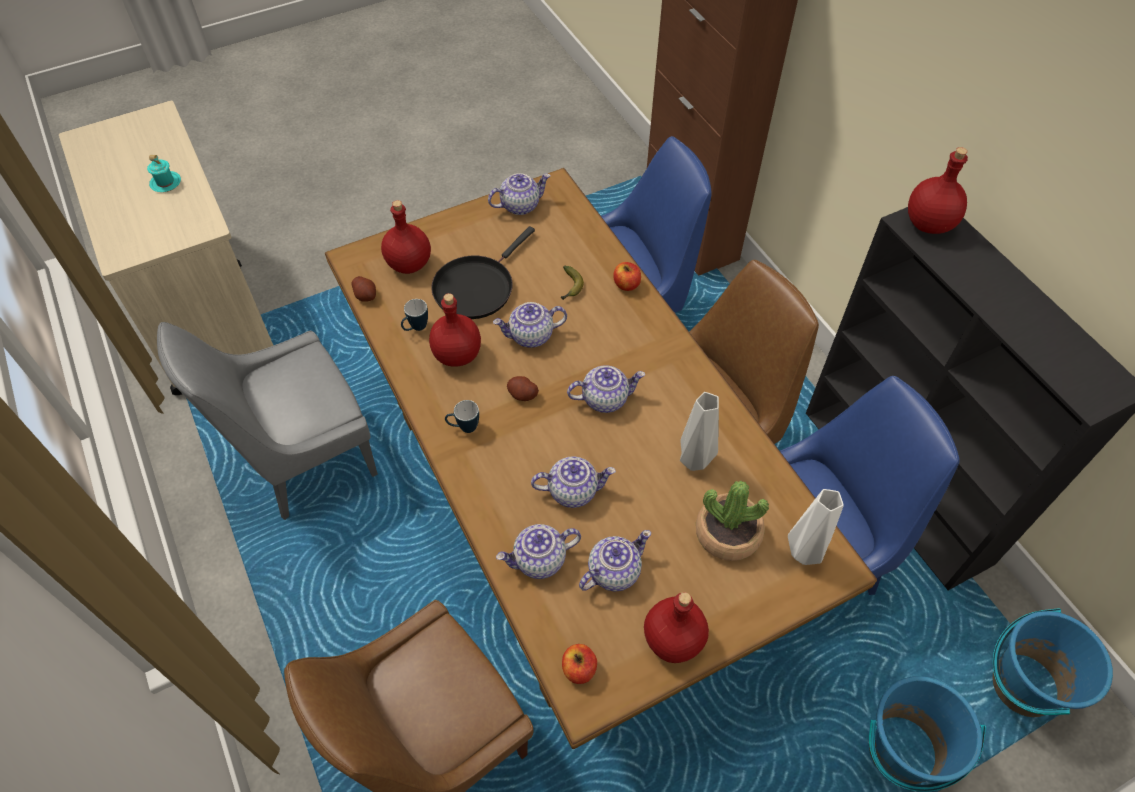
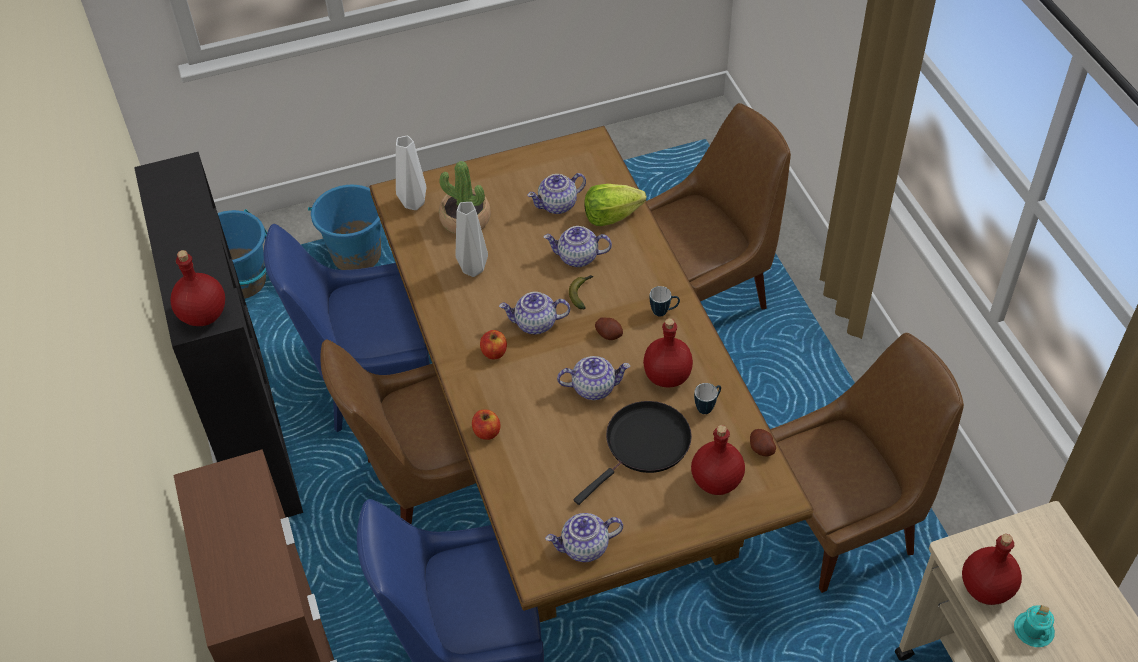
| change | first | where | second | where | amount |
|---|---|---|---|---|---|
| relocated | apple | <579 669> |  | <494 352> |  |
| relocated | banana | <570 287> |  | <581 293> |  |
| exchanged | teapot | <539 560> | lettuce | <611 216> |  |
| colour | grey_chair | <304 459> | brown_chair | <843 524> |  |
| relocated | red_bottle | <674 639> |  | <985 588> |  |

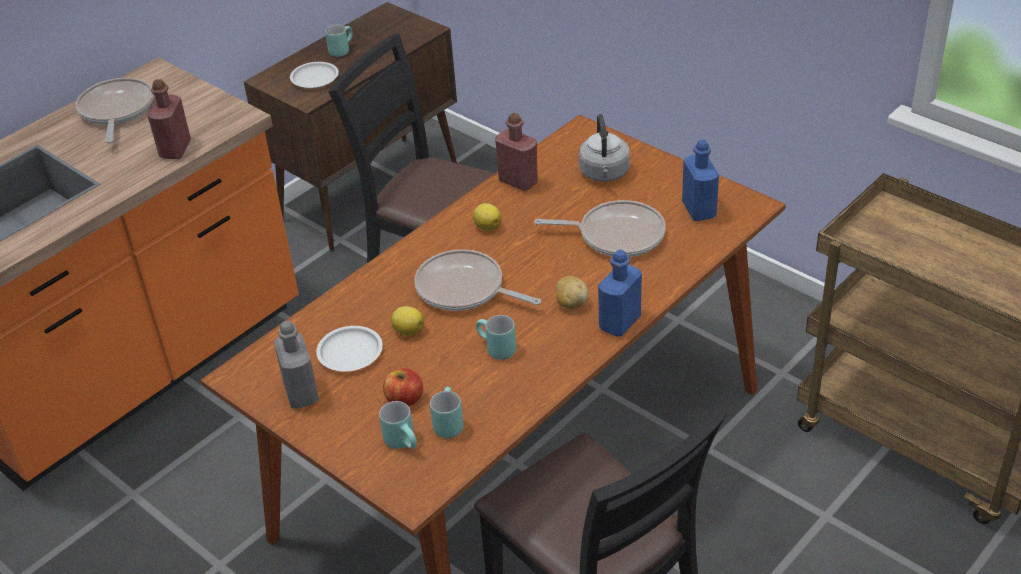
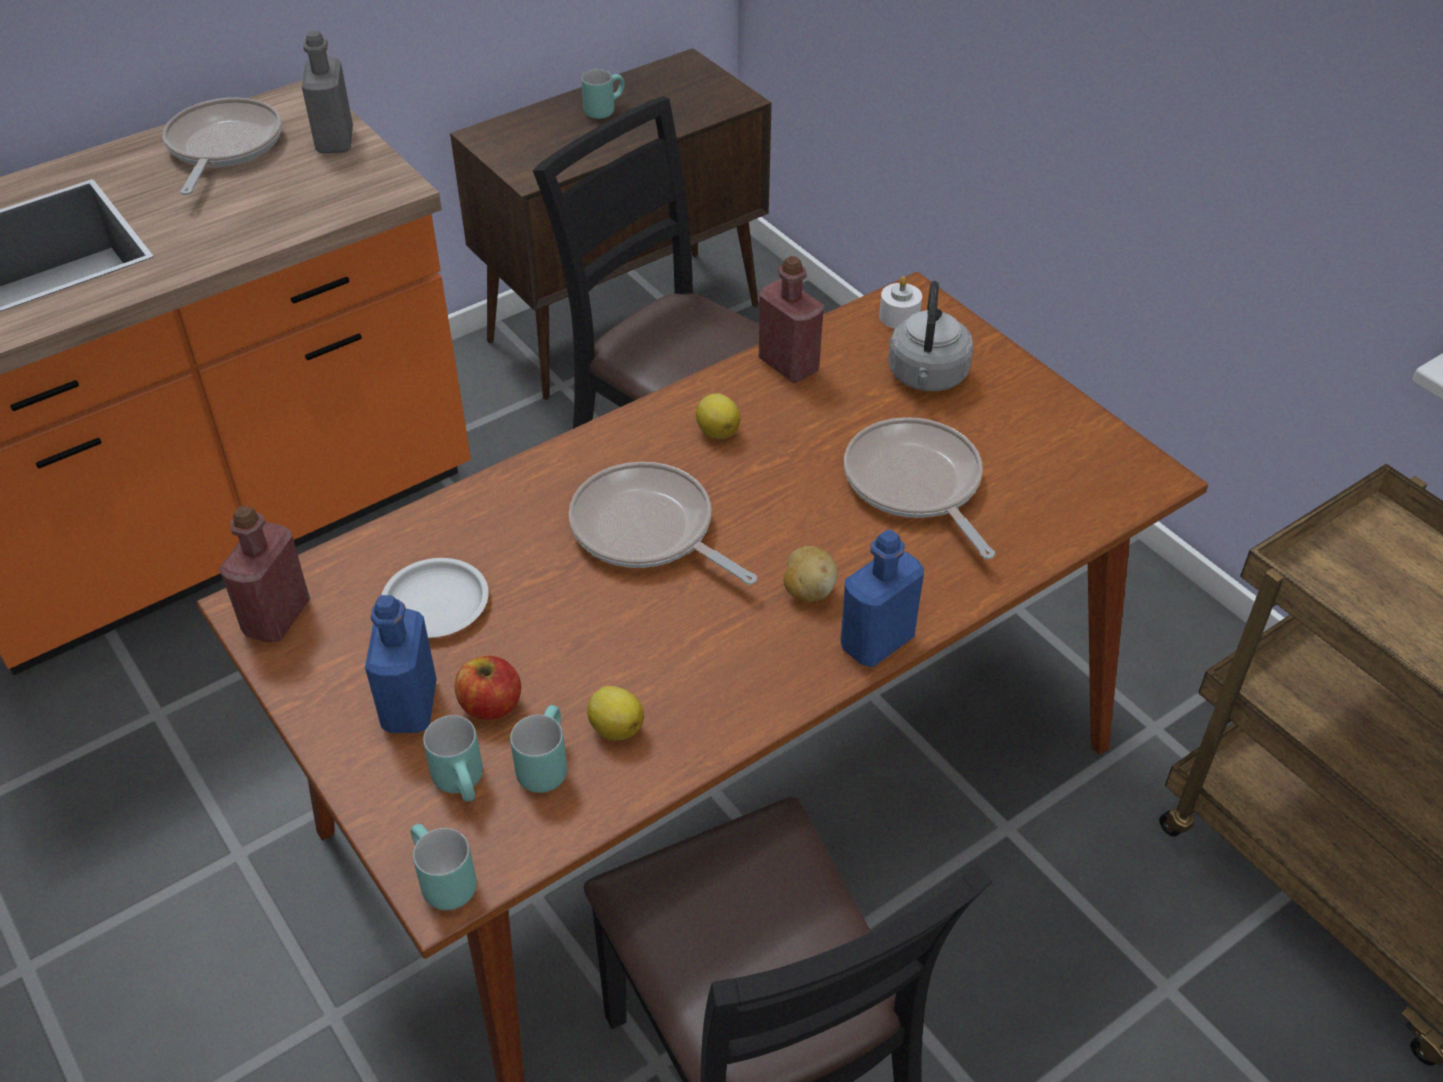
| change | first | where | second | where | amount |
|---|---|---|---|---|---|
| relocated | red_bottle | <175 149> |  | <277 617> |  |
| relocated | grey_bottle | <301 393> |  | <335 140> |  |
| relocated | blue_bottle | <699 210> |  | <410 706> |  |
| relocated | turquoise_mug | <495 350> |  | <439 882> |  |
| relocated | lemon | <408 331> |  | <615 727> |  |
| spun | frying_pan | <616 235> |  | <916 485> | 135 degrees counterclockwise |
| appeared |  |  | white_candle | <899 316> |  |
| missing | white_plate | <314 78> |  |  |  |

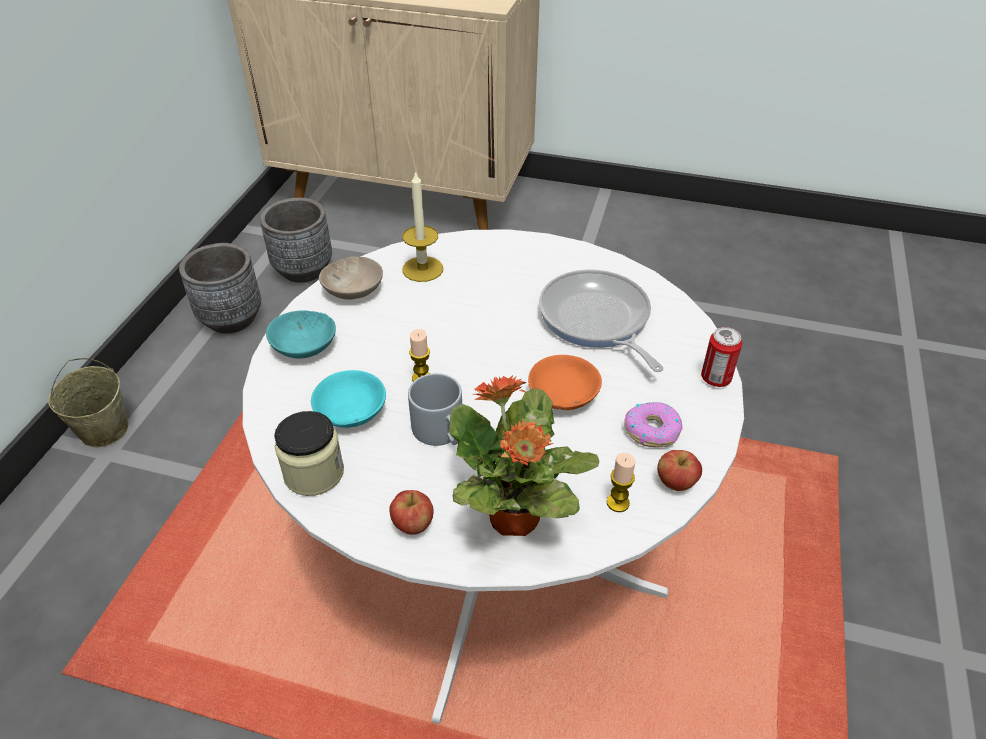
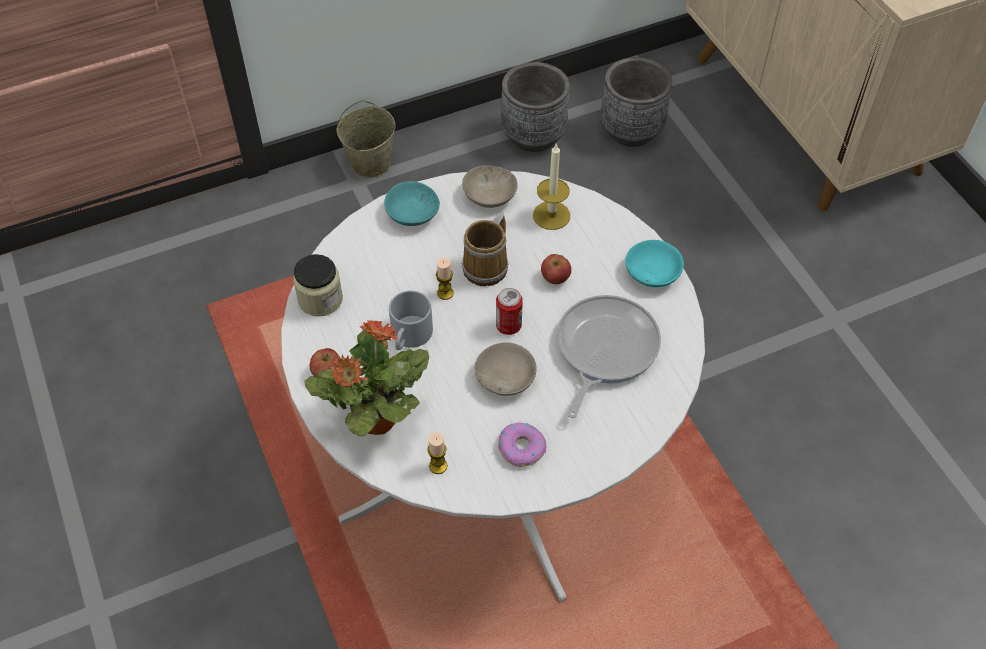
| change | first | where | second | where | amount |
|---|---|---|---|---|---|
| appeared |  |  | mug | <488 266> |  |
| colour | orange_bowl | <564 393> | beige_bowl | <507 378> |  |
| relocated | can | <715 378> |  | <508 326> |  |
| relocated | apple | <675 482> |  | <555 278> |  |
| relocated | turquoise_bowl | <352 410> |  | <654 273> |  |

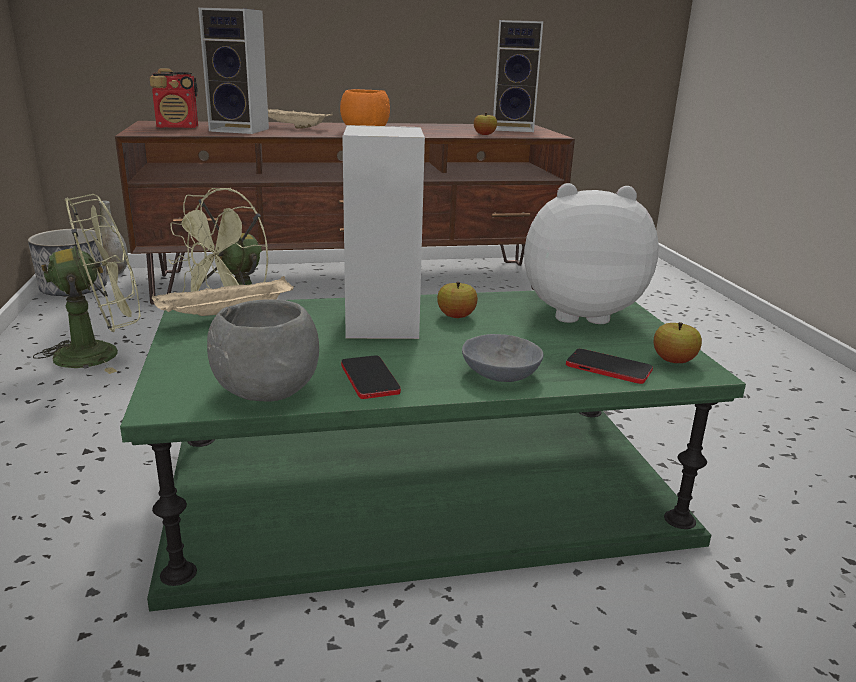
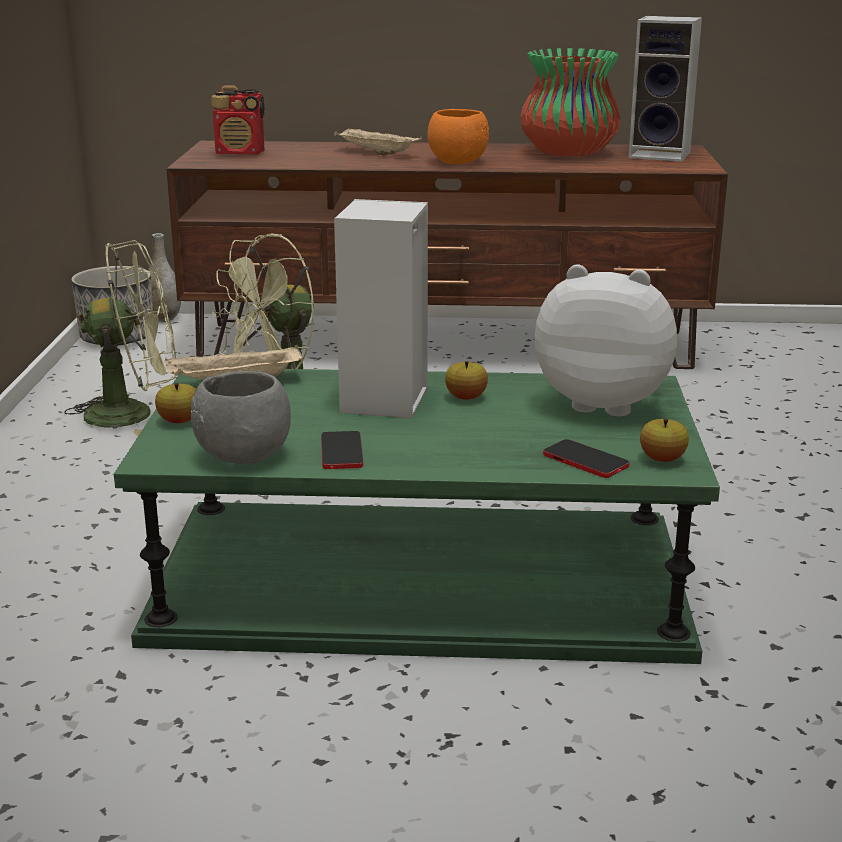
| change | first | where | second | where | amount |
|---|---|---|---|---|---|
| relocated | apple | <484 135> |  | <179 421> |  |
| appeared |  |  | vase | <569 153> |  |
| missing | speaker | <242 130> |  |  |  |
| missing | grey_bowl | <498 374> |  |  |  |

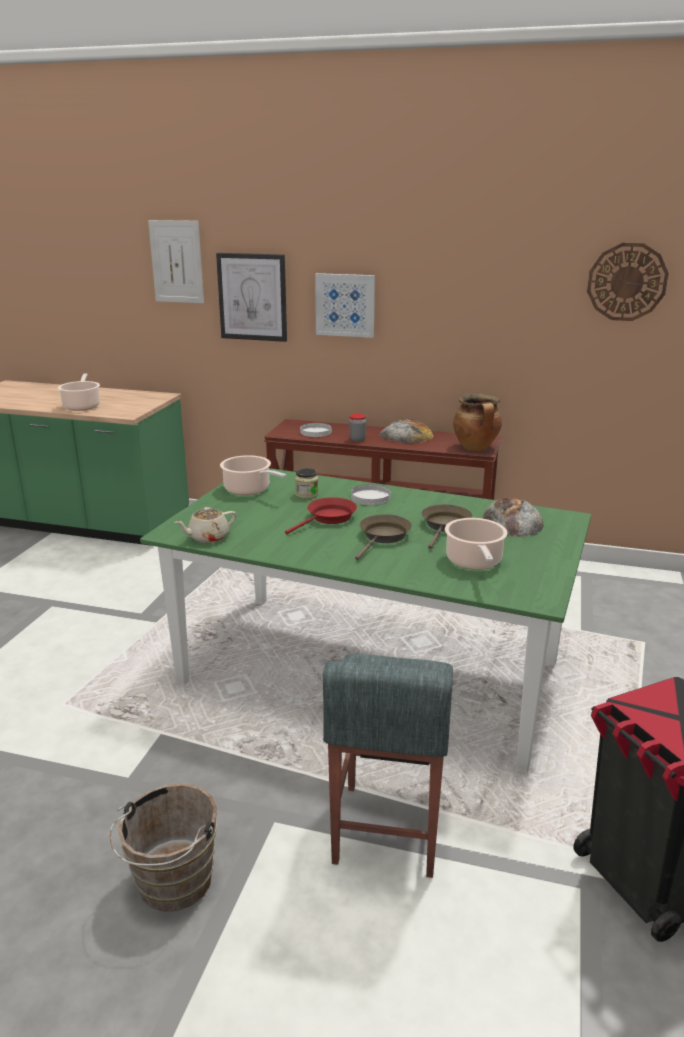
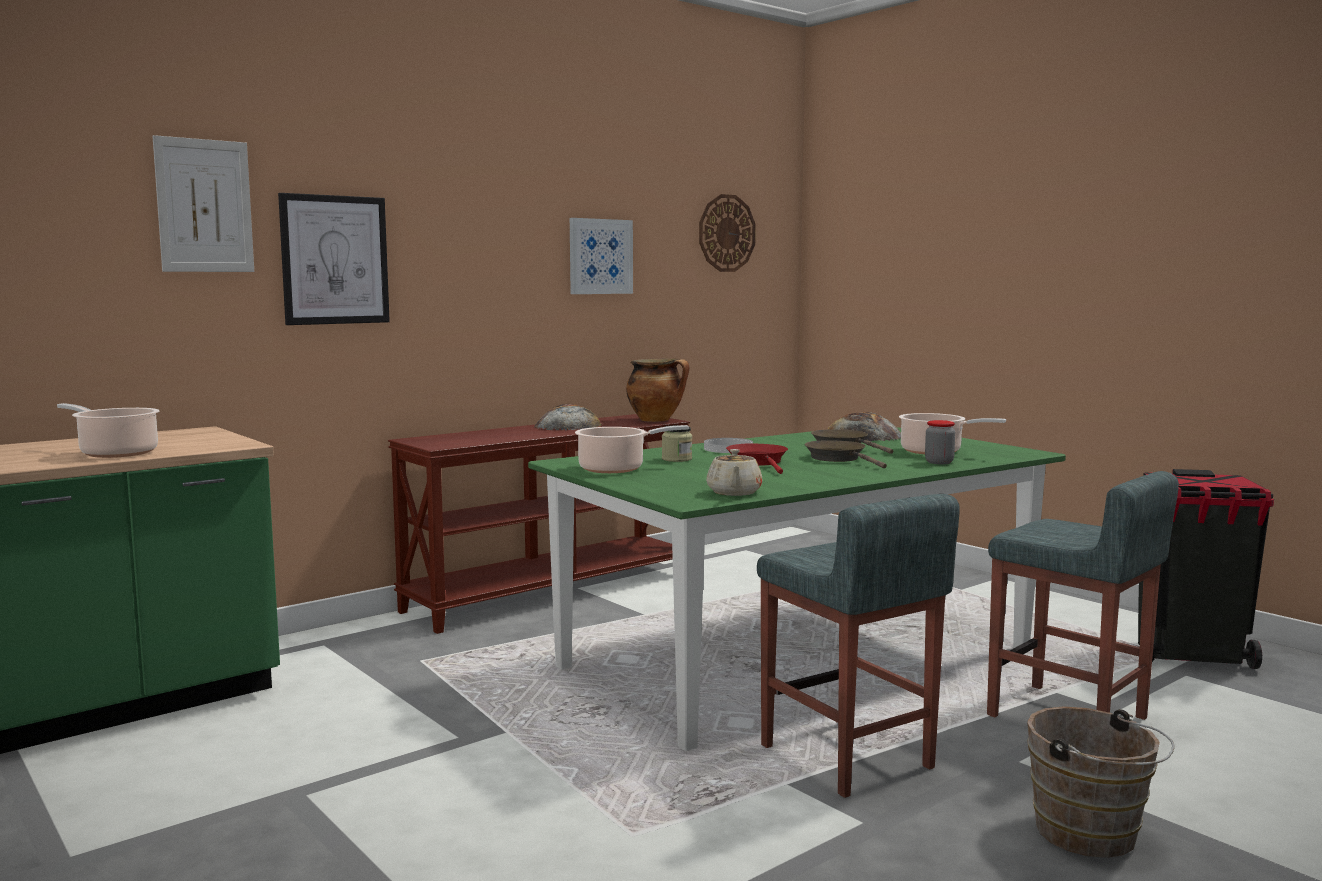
| change | first | where | second | where | amount |
|---|---|---|---|---|---|
| relocated | picture | <345 305> |  | <600 256> |  |
| appeared |  |  | grey_stool | <847 758> |  |
| relocated | jar | <357 439> |  | <939 462> |  |
| missing | white_plate | <315 432> |  |  |  |

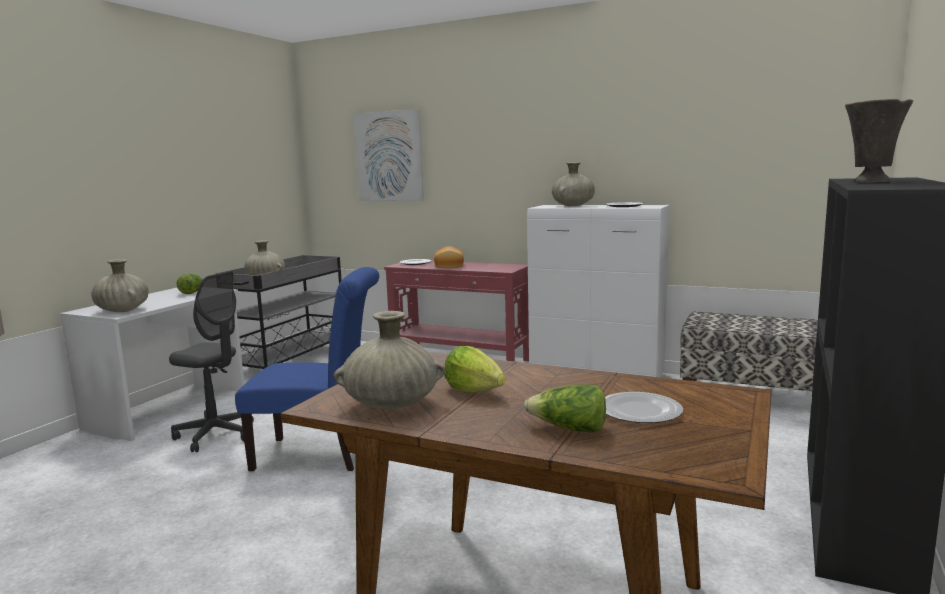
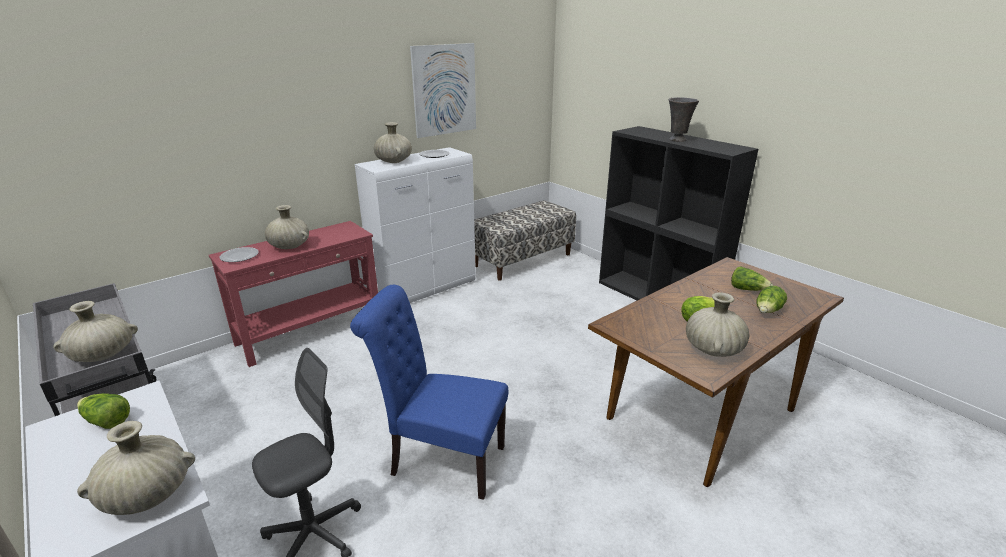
| change | first | where | second | where | amount |
|---|---|---|---|---|---|
| exchanged | bread | <450 266> | beige_vase | <289 246> |  |
| spun | blue_chair | <320 454> |  | <441 459> | 105 degrees counterclockwise |
| relocated | picture | <389 156> |  | <444 90> |  |
| exchanged | plate | <640 411> | lettuce | <747 289> |  |

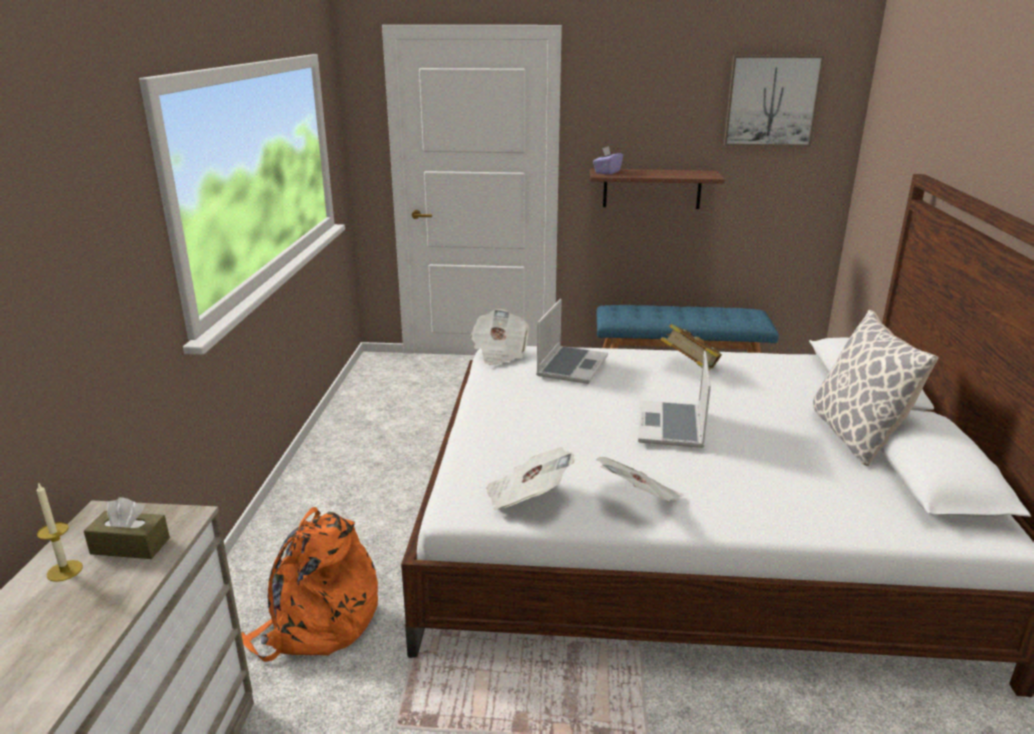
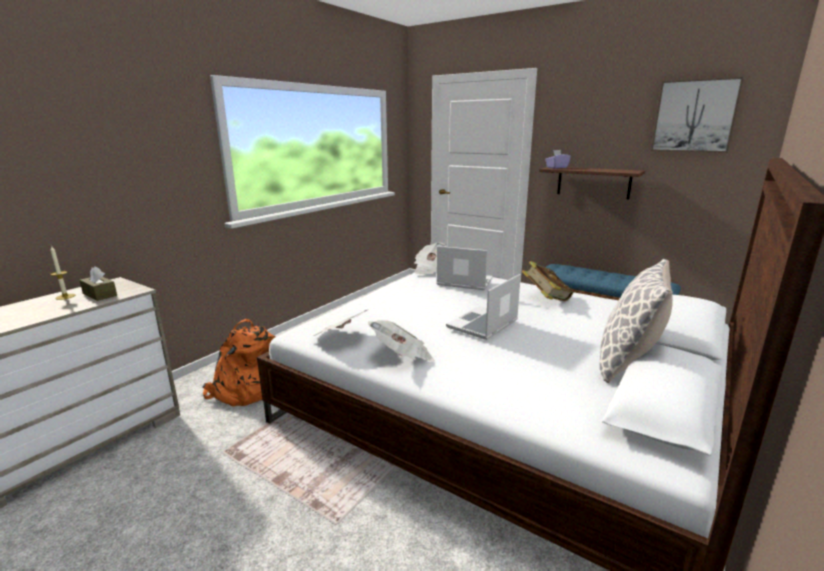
| change | first | where | second | where | amount |
|---|---|---|---|---|---|
| spun | laptop | <571 366> |  | <463 282> | 120 degrees counterclockwise |

